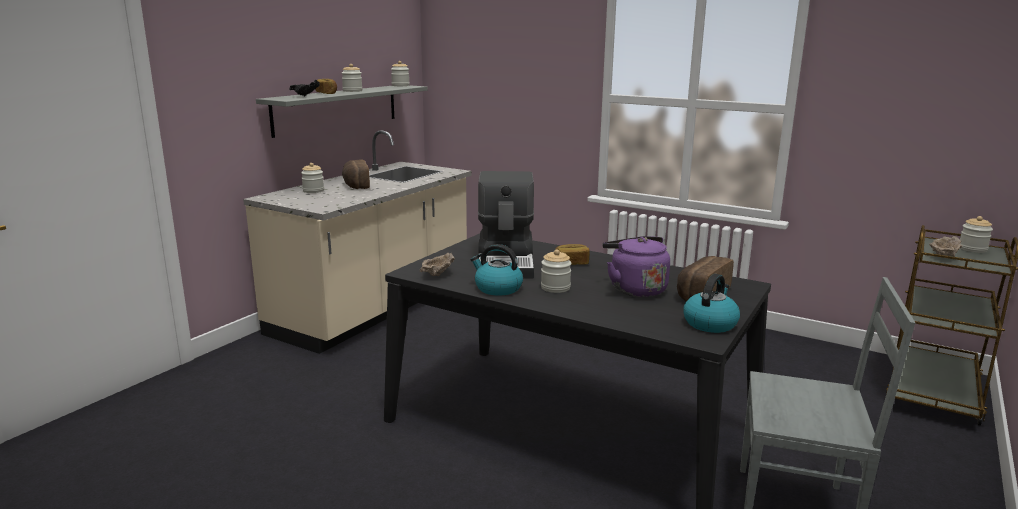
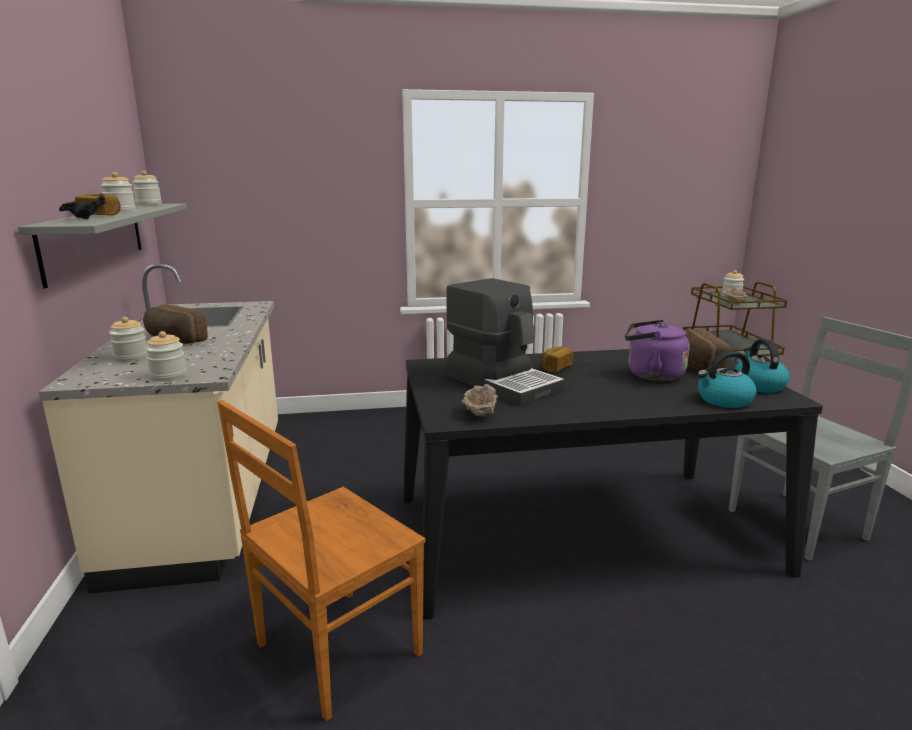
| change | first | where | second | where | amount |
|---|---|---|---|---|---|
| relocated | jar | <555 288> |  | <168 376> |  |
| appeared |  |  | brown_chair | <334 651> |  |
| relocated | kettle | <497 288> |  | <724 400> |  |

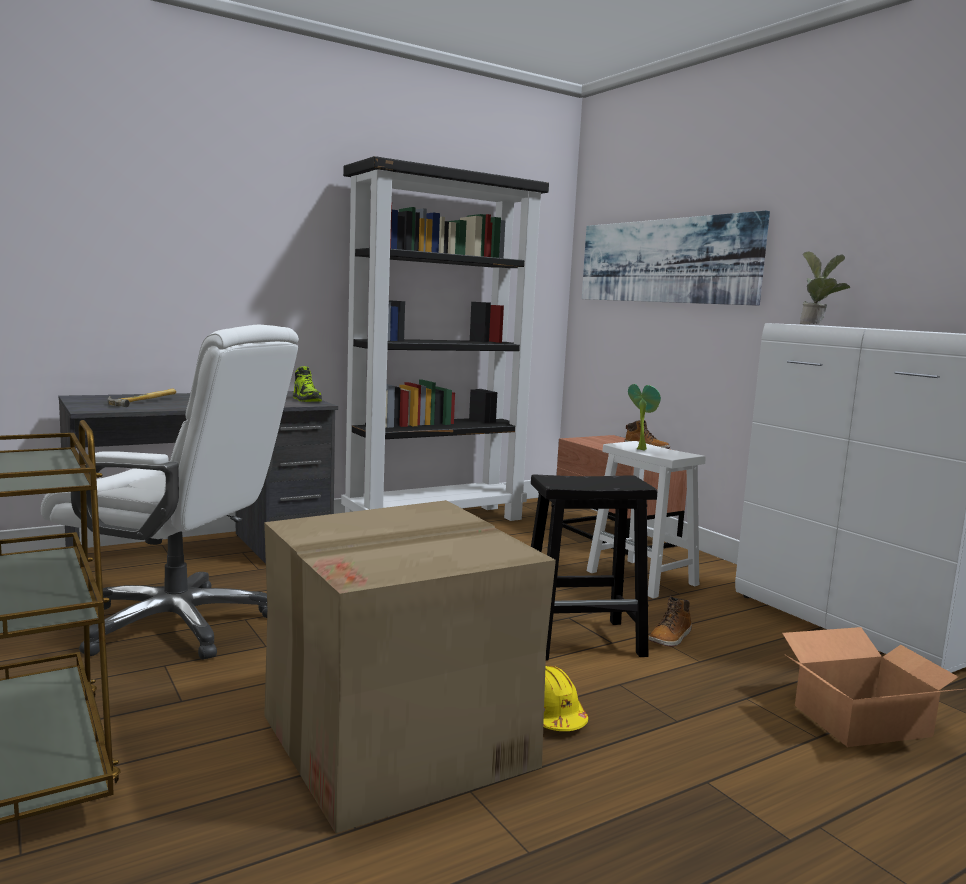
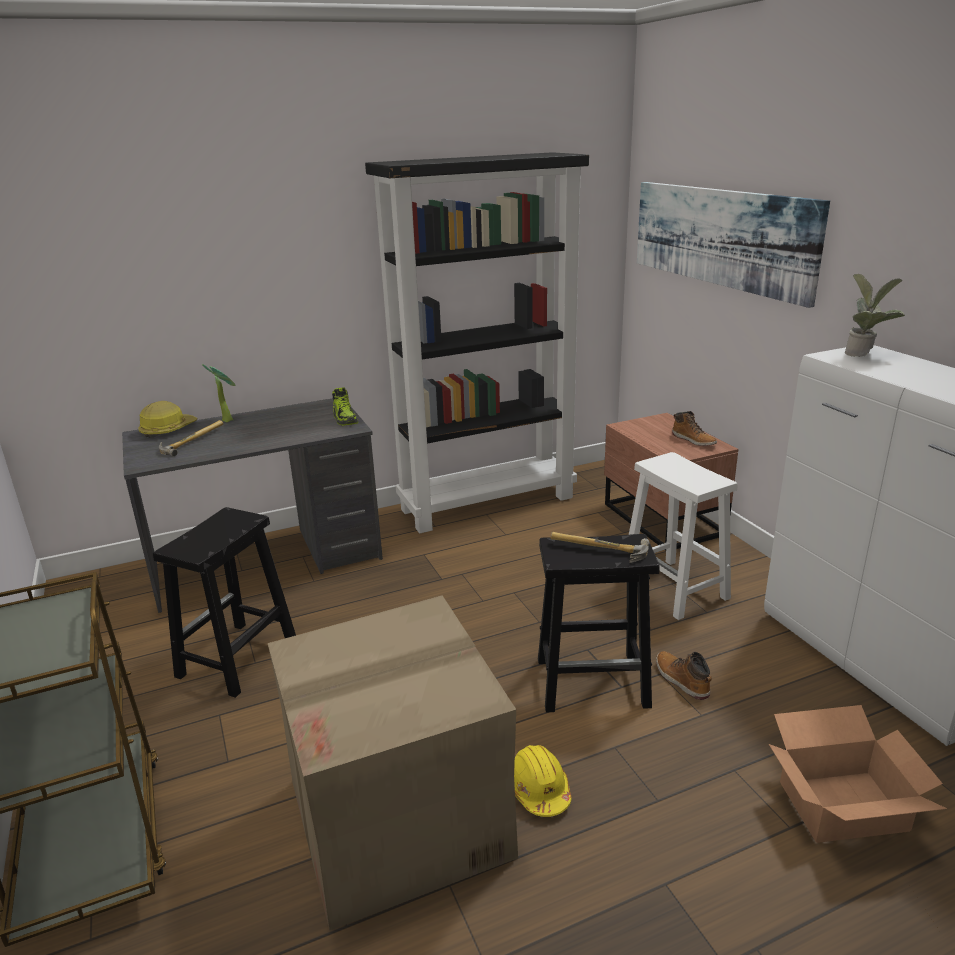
| change | first | where | second | where | amount |
|---|---|---|---|---|---|
| appeared |  |  | hard_hat | <168 430> |  |
| exchanged | white_office_chair | <179 624> | black_stool | <236 659> |  |
| relocated | potted_plant | <640 449> |  | <228 420> |  |
| appeared |  |  | hammer | <598 551> |  |
| spun | boot | <670 638> |  | <681 680> | 105 degrees clockwise |

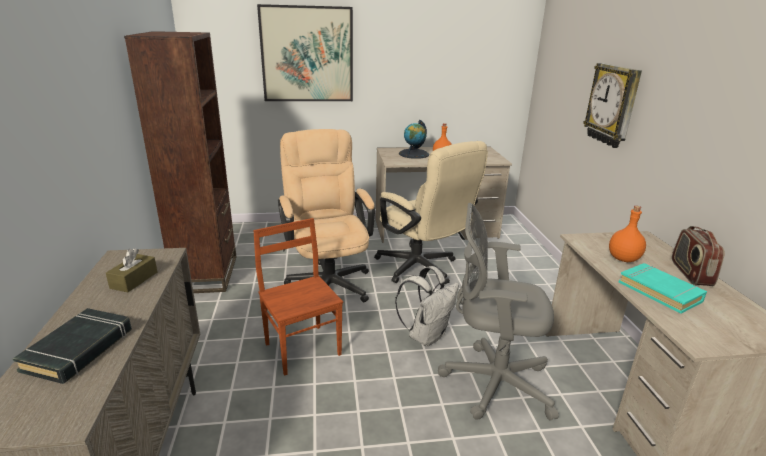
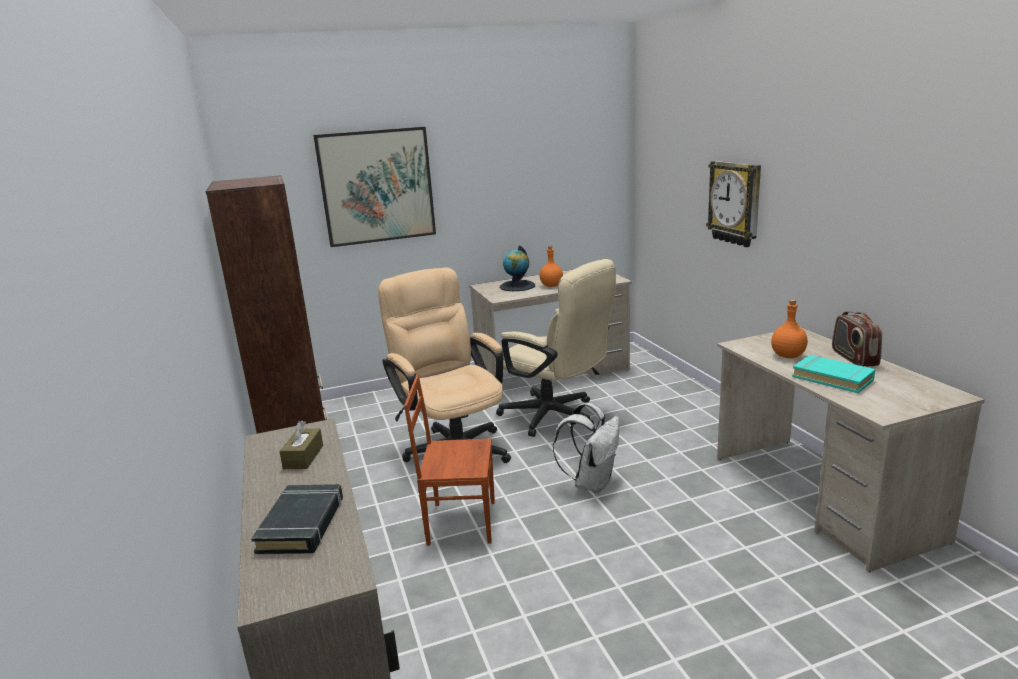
| change | first | where | second | where | amount |
|---|---|---|---|---|---|
| spun | brown_chair | <303 348> |  | <460 522> | 45 degrees counterclockwise |
| missing | grey_office_chair | <491 382> |  |  |  |

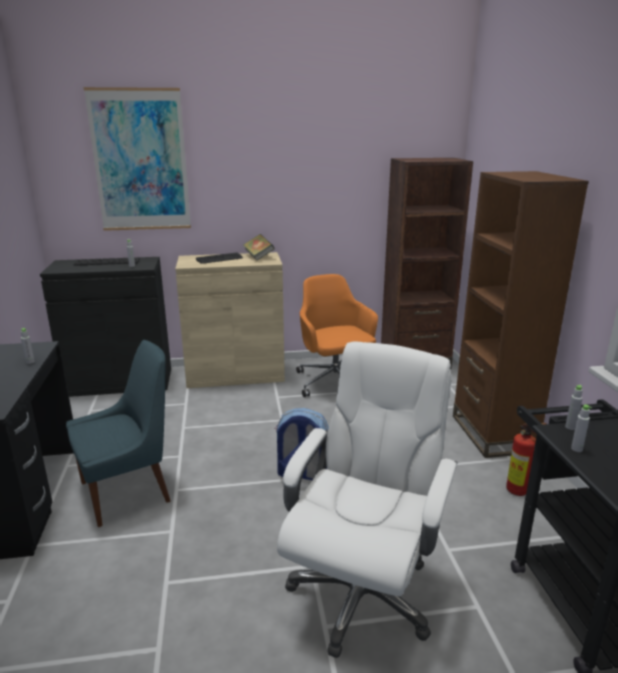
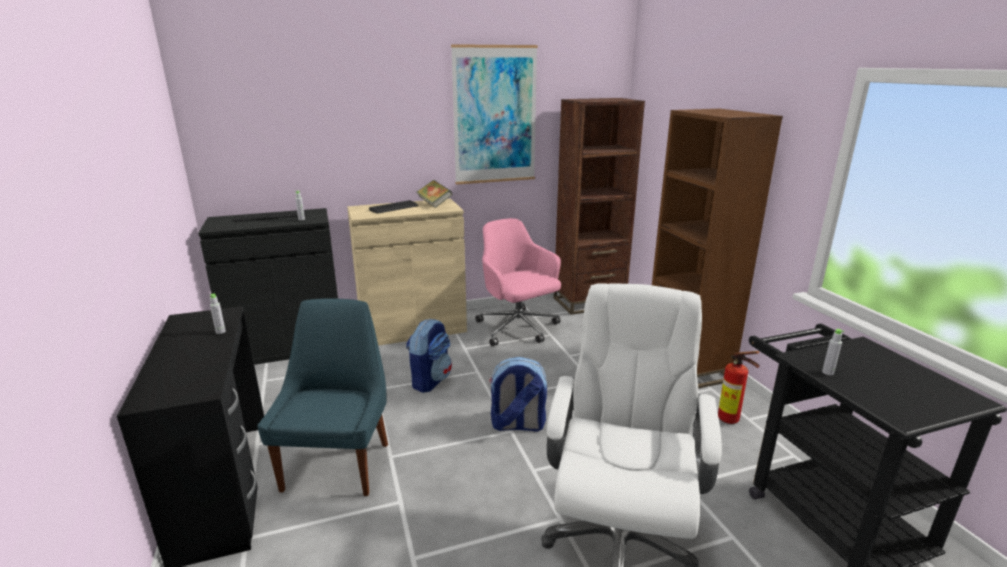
| change | first | where | second | where | amount |
|---|---|---|---|---|---|
| spun | blue_chair | <129 491> |  | <338 464> | 45 degrees counterclockwise |
| appeared |  |  | backpack | <430 380> |  |
| relocated | picture | <140 161> |  | <495 116> |  |
| colour | orange_office_chair | <335 382> | pink_office_chair | <518 328> |  |
| missing | grey_bottle | <570 427> |  |  |  |

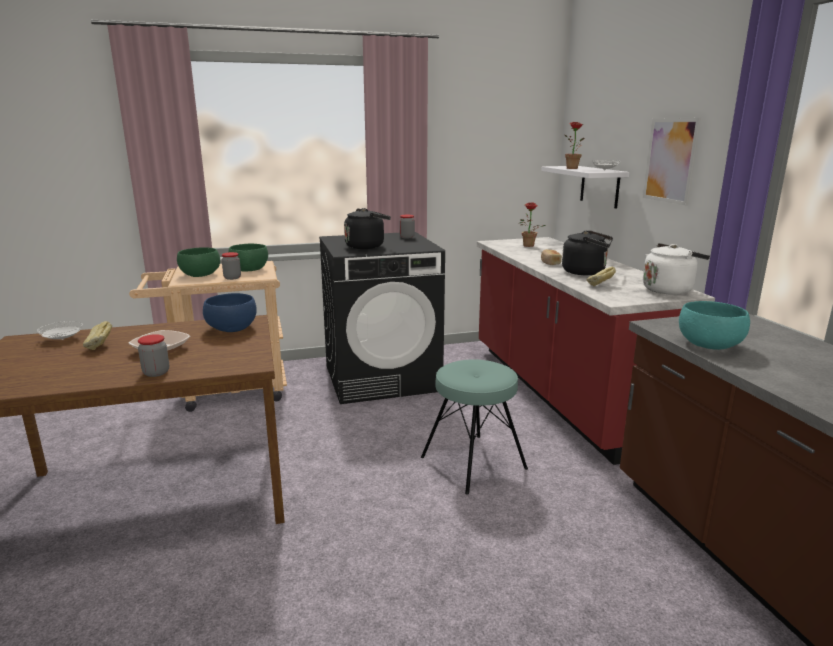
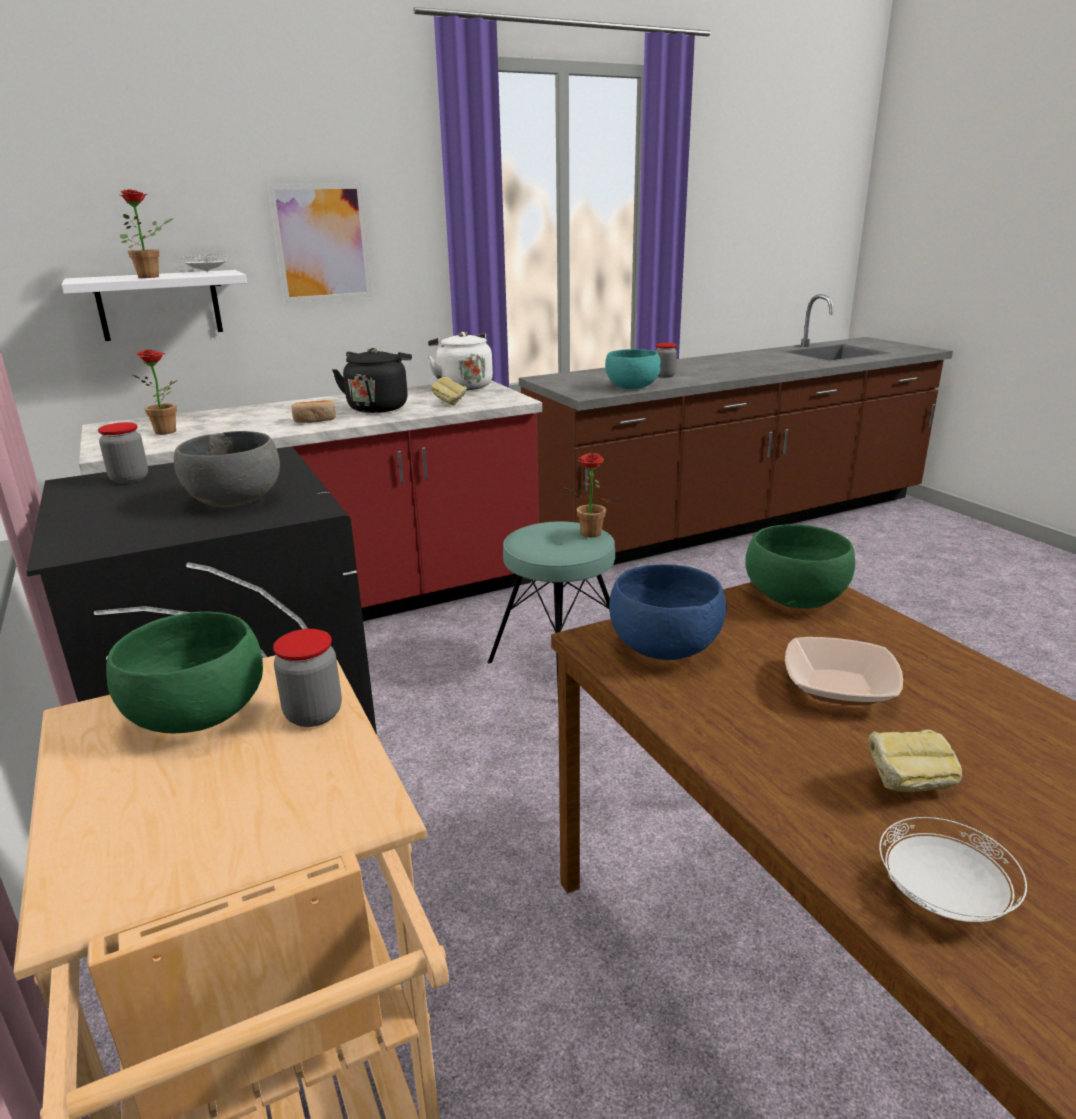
| change | first | where | second | where | amount |
|---|---|---|---|---|---|
| exchanged | black_kettle | <367 246> | grey_bowl | <235 499> |  |
| appeared |  |  | potted_plant | <588 535> |  |
| relocated | jar | <156 373> |  | <664 376> |  |
| relocated | green_bowl | <200 274> |  | <794 597> |  |

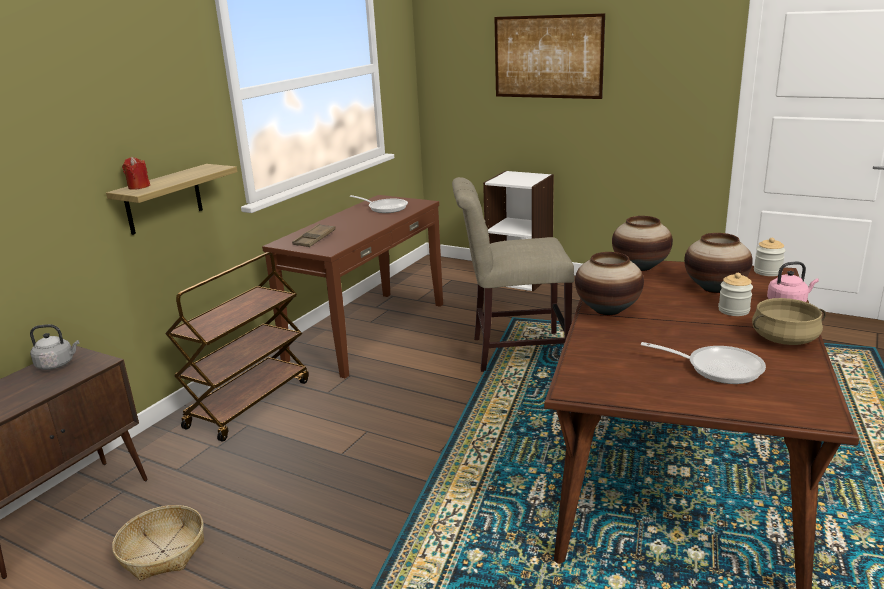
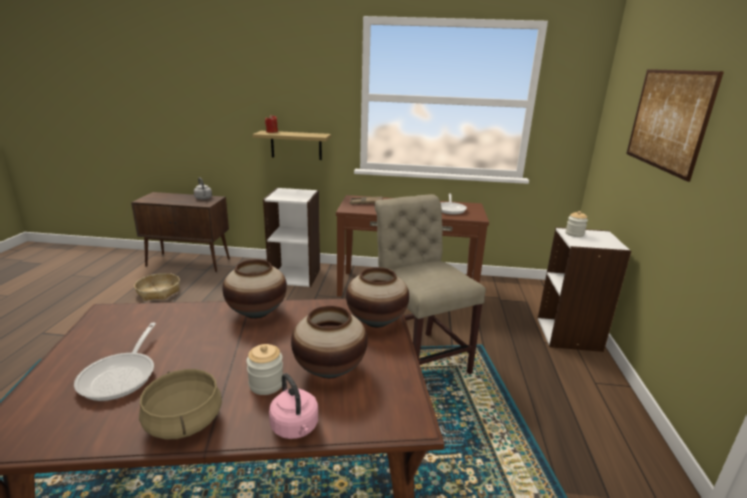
| change | first | where | second | where | amount |
|---|---|---|---|---|---|
| exchanged | brown_cart | <249 403> | white_bookcase | <295 275> |  |
| relocated | jar | <767 272> |  | <574 234> |  |

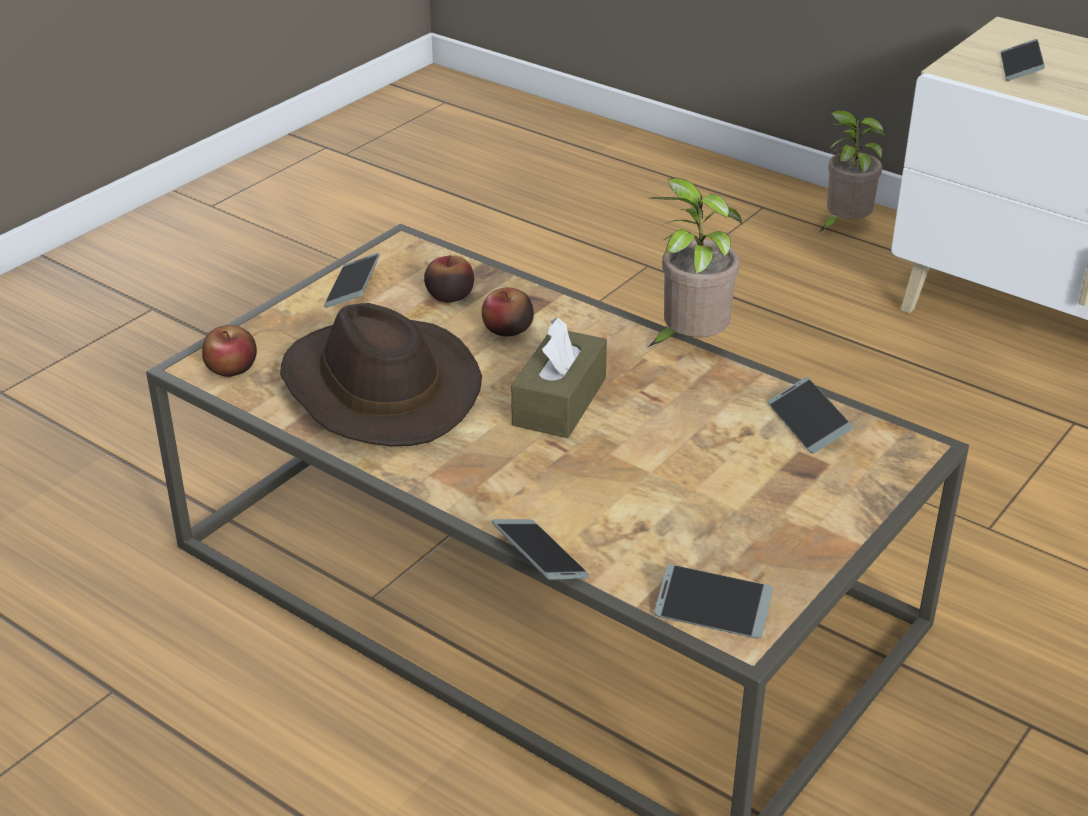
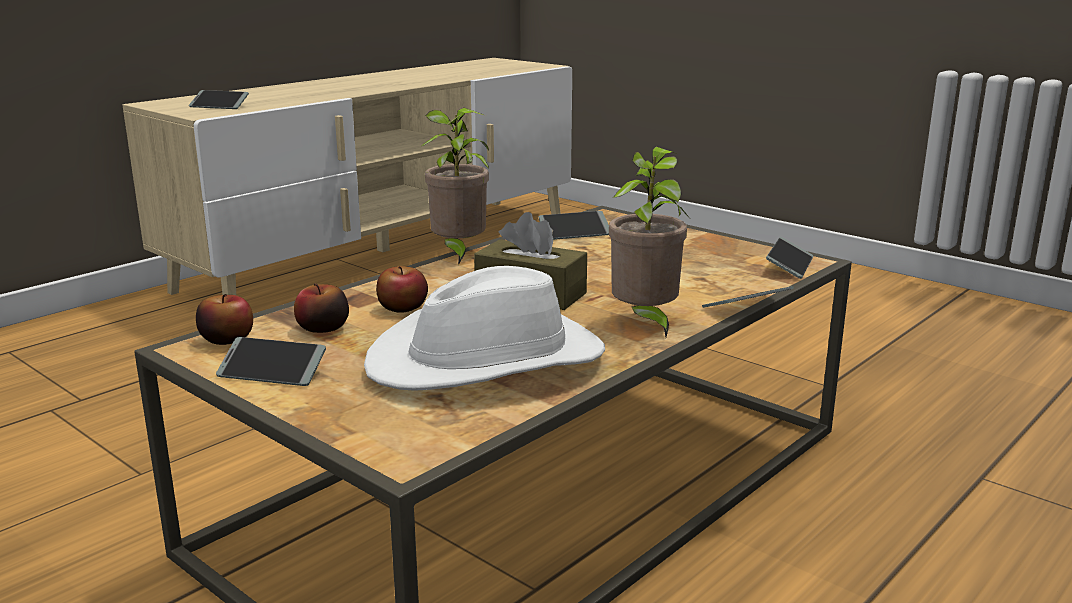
| change | first | where | second | where | amount |
|---|---|---|---|---|---|
| relocated | apple | <232 368> |  | <227 339> |  |
| colour | brown_hat | <377 388> | white_hat | <488 360> |  |
| relocated | potted_plant | <844 226> |  | <645 322> |  |

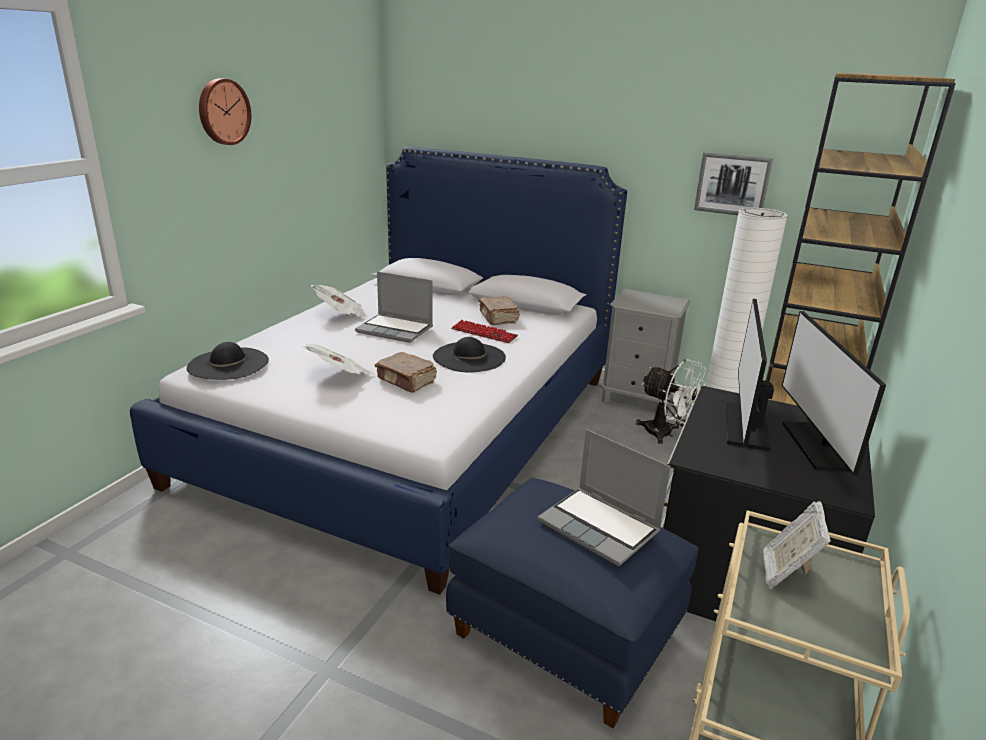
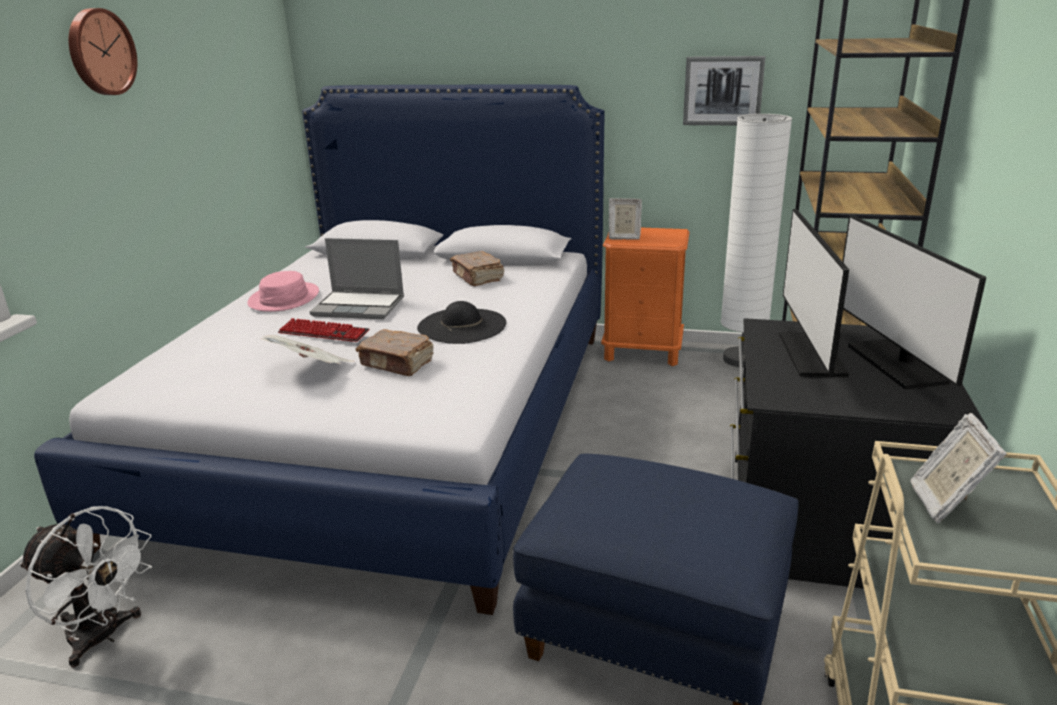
| change | first | where | second | where | amount |
|---|---|---|---|---|---|
| relocated | white_fan | <665 434> |  | <103 637> |  |
| exchanged | newspaper | <341 315> | pink_hat | <284 298> |  |
| relocated | keyboard | <484 333> |  | <323 332> |  |
| colour | grey_nightstand | <636 398> | orange_nightstand | <643 352> |  |
| appeared |  |  | picture_frame | <623 237> |  |
| missing | black_hat | <228 364> |  |  |  |
| missing | laptop | <600 527> |  |  |  |

